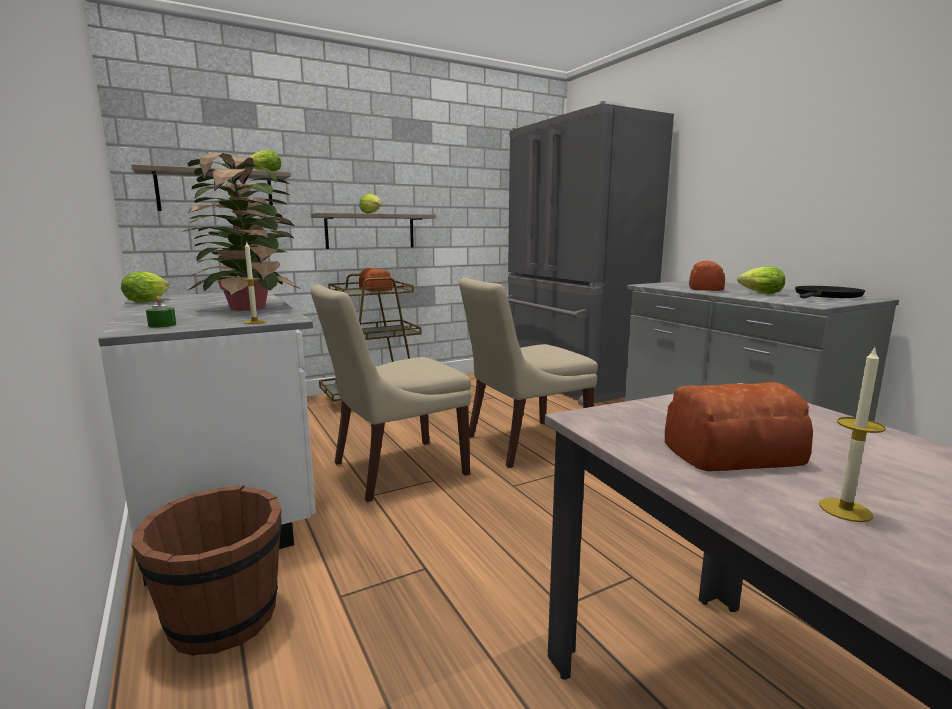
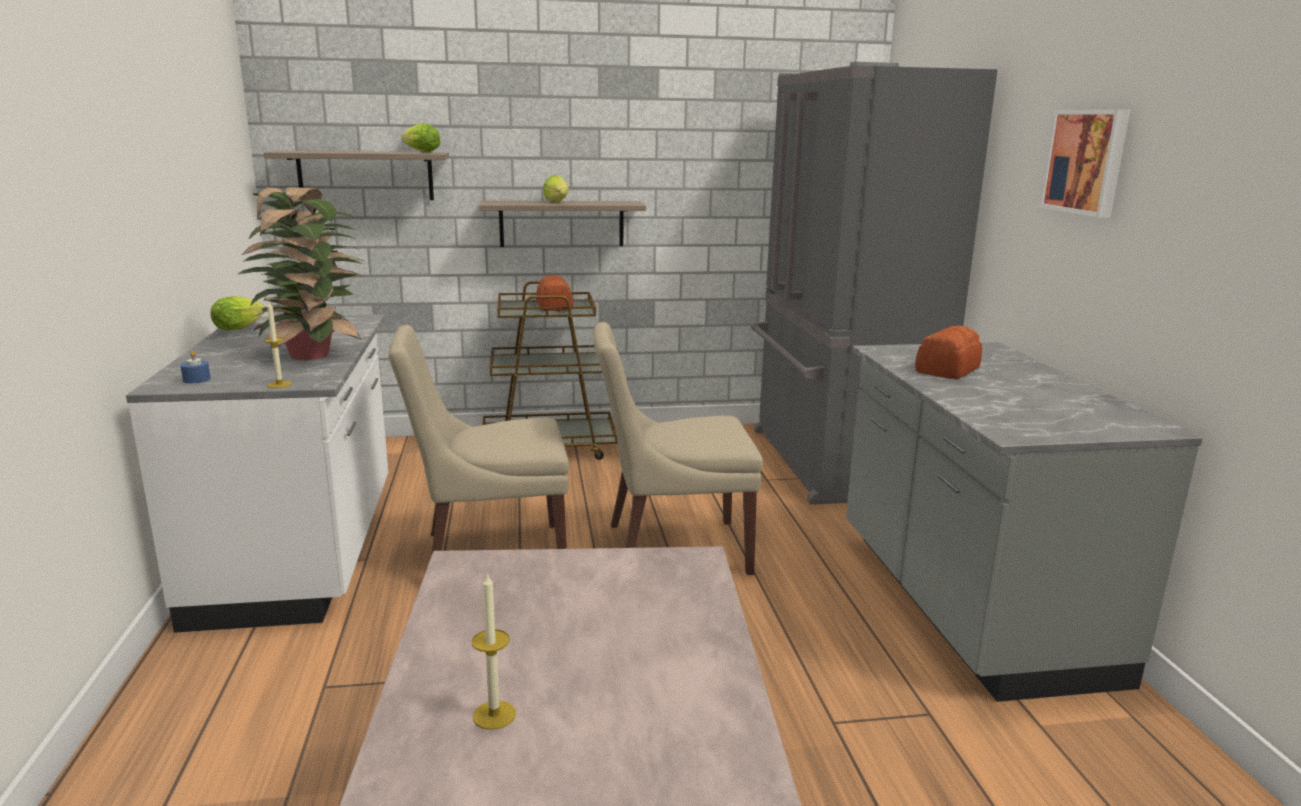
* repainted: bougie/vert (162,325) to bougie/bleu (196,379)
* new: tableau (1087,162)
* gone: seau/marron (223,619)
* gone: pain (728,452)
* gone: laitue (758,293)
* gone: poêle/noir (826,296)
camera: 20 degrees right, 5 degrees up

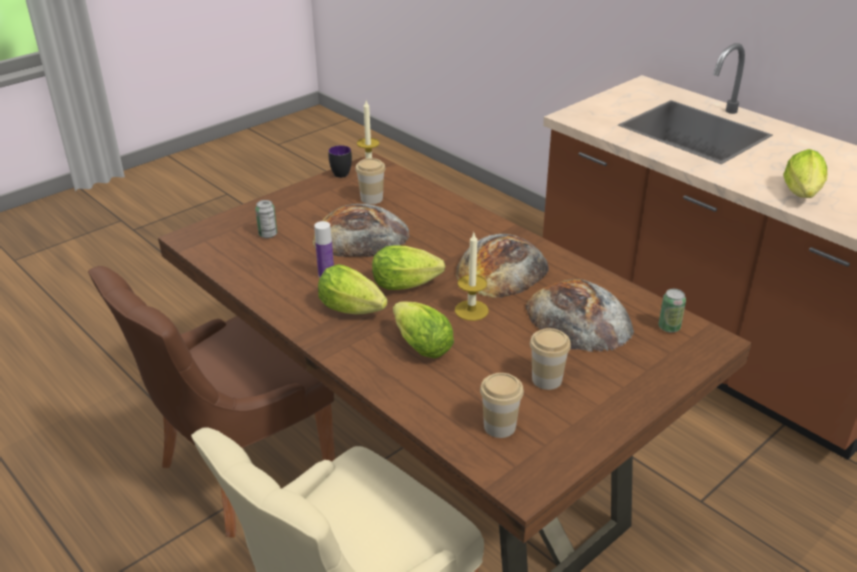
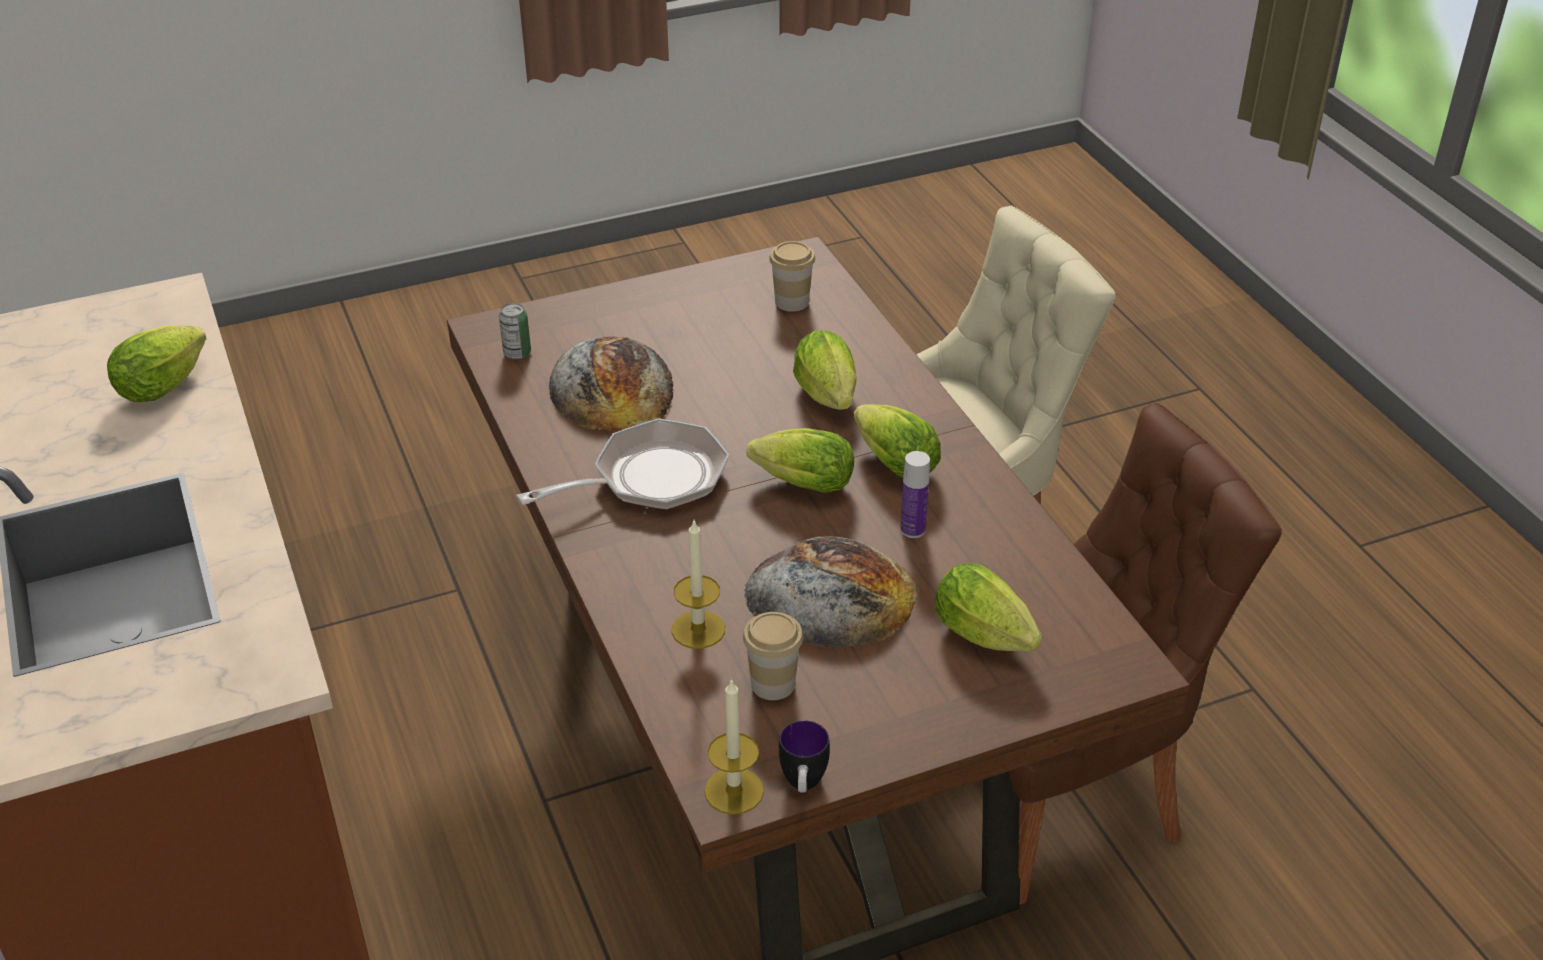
* swapped: pain (502,268) to poêle (650,479)
* shifted: bougie (471,310) to (698,629)
* swapped: boîte métallique (268,234) to laitue (988,639)
* gone: tasse (546,379)
camera: 160 degrees left, 5 degrees up

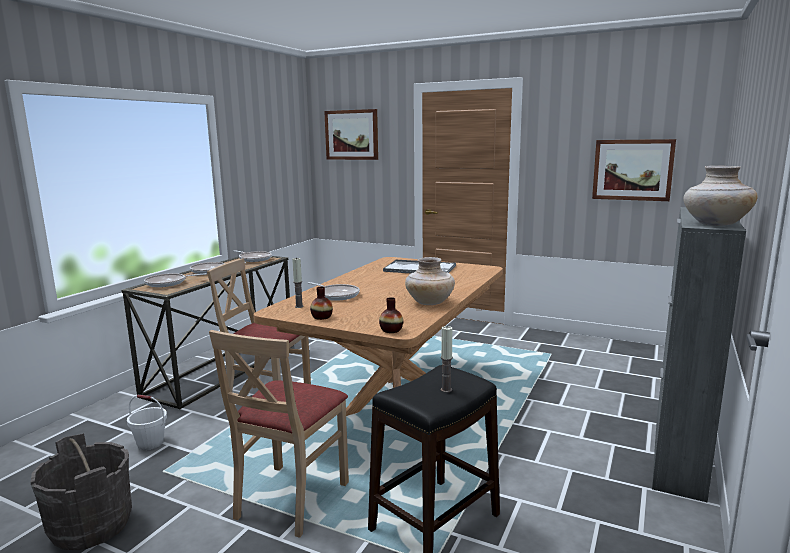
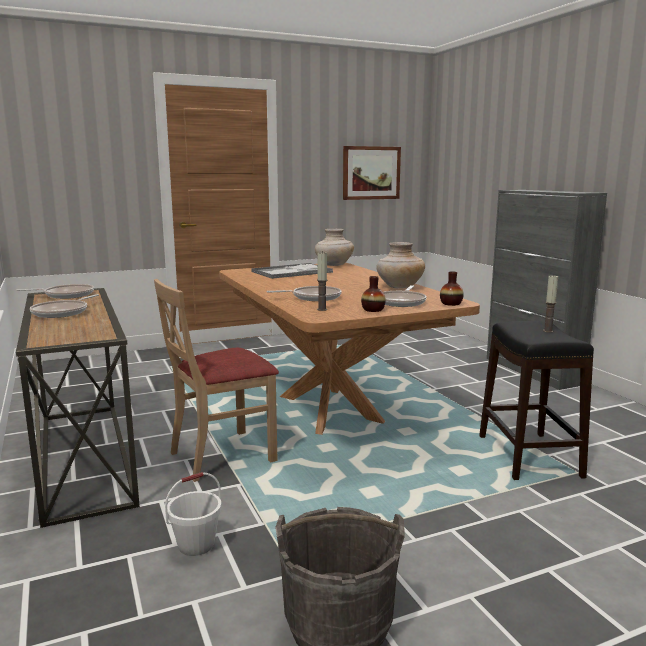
* shifted: vase/beige (715,224) to (333,265)
* shifted: poêle (168,283) to (402,302)
* gone: chaise/beige (290,499)
* gone: tableau (351,135)
camera: 50 degrees left, 0 degrees up

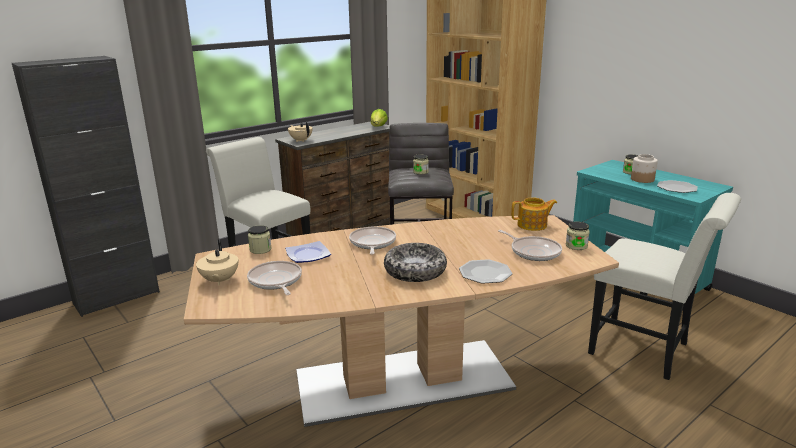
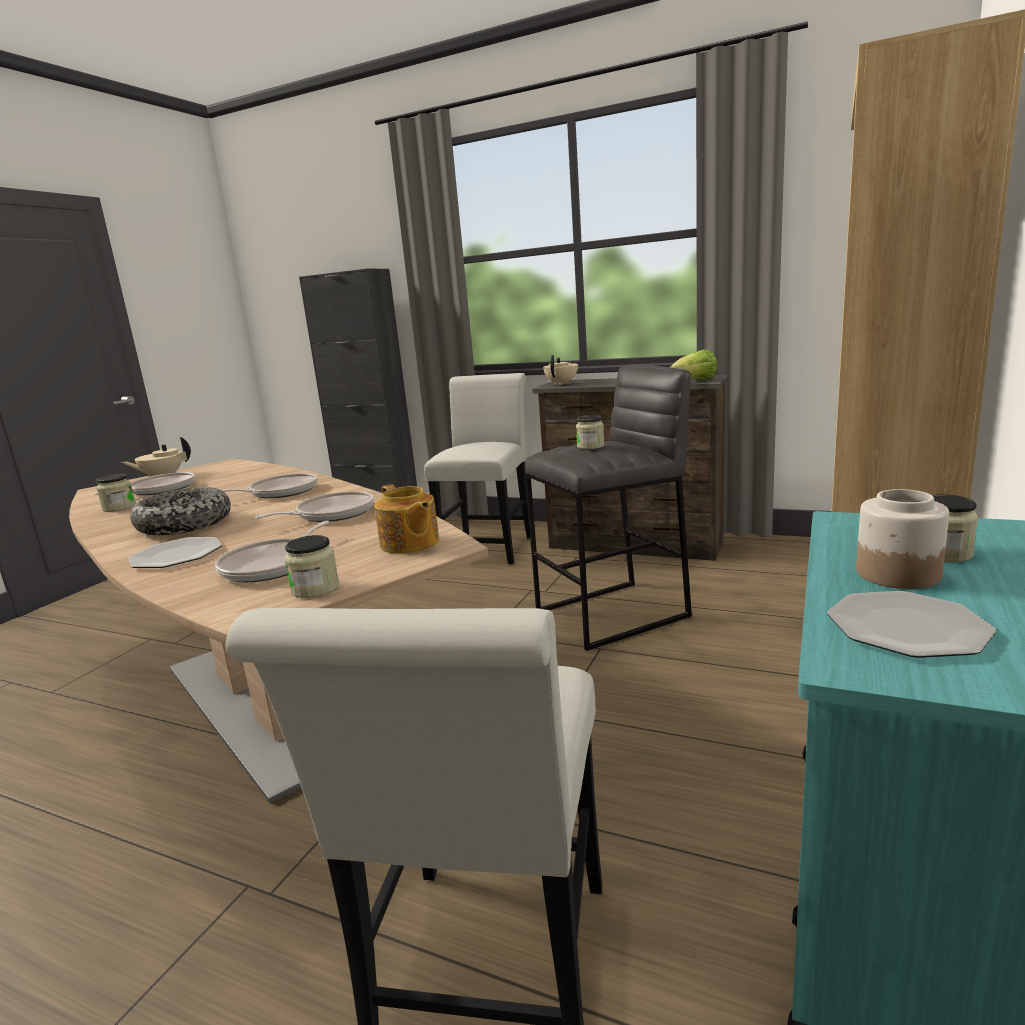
* shifted: bocal (260,249) to (119,507)
* new: poêle (331,514)
* gone: assiette (307,255)
camera: 65 degrees right, 5 degrees down

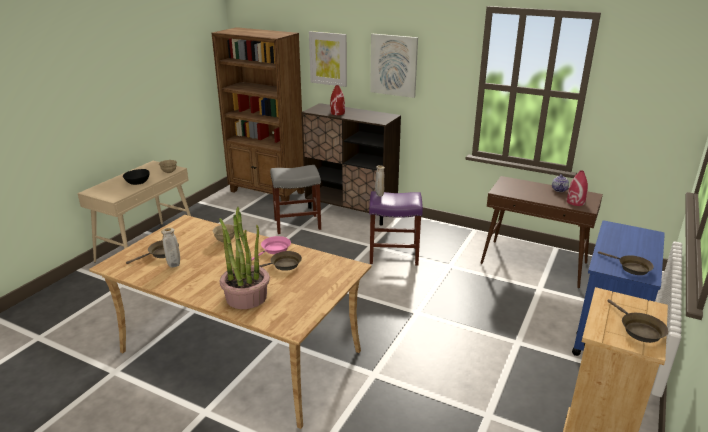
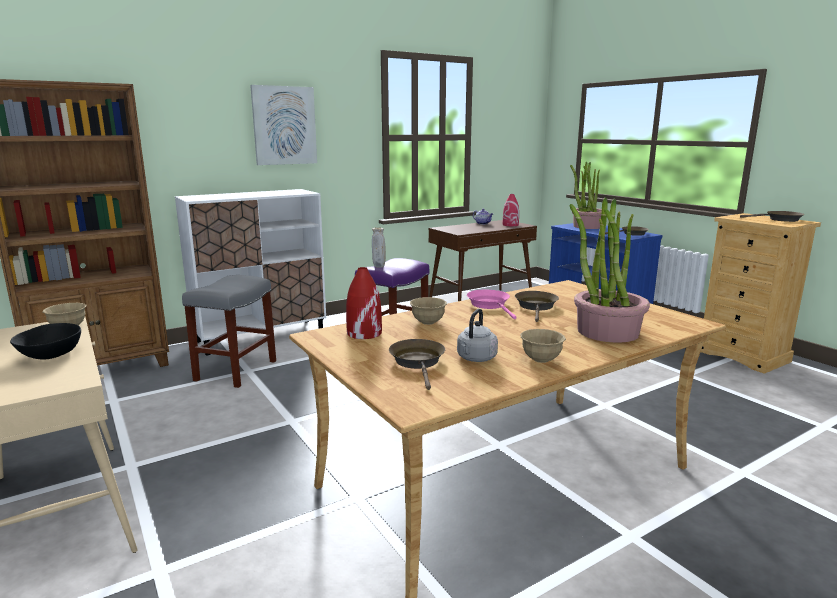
* repainted: meuble de rangement/marron (351,210) to meuble de rangement/blanc (261,336)
* shifted: vase/rouge (337,113) to (364,333)
* swapped: vase/beige (174,266) to bouilloire/gris (475,358)
* new: bol/beige (541,359)
* new: plante en pot (587,226)
* gone: tableau (328,58)
camera: 60 degrees left, 10 degrees down

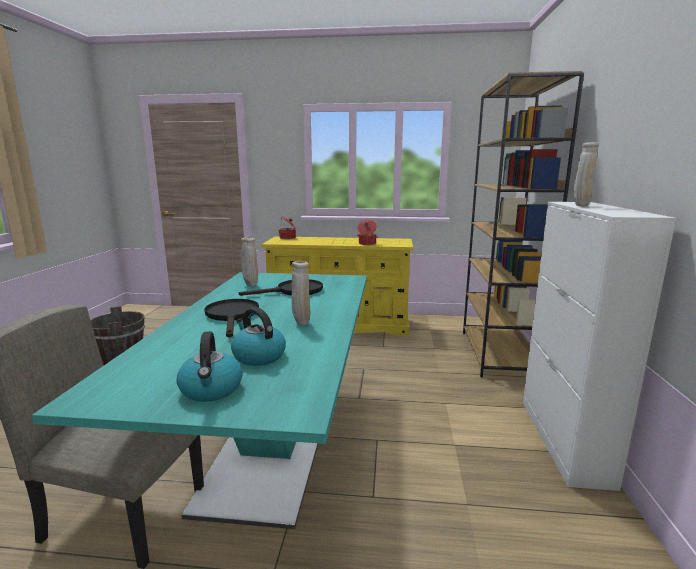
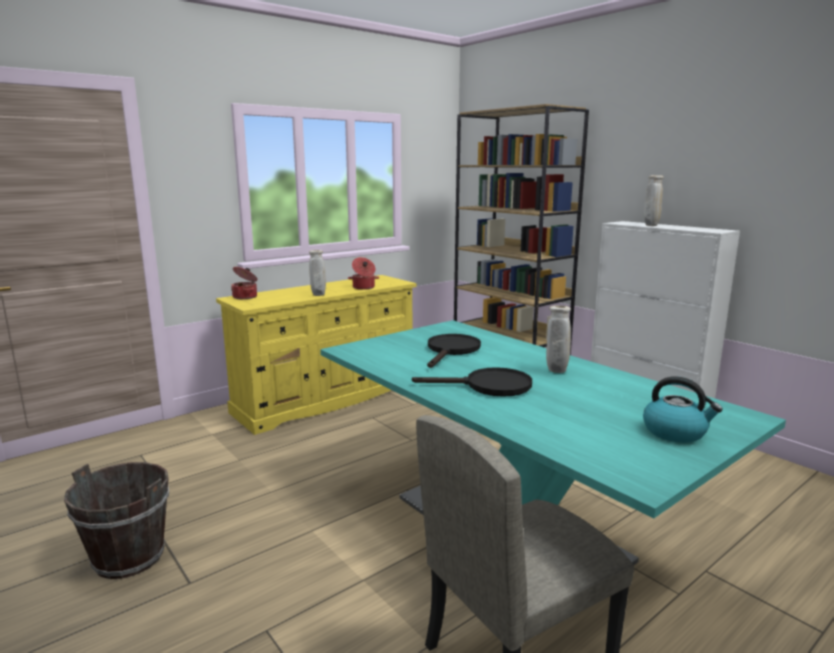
* shifted: vase/beige (250,285) to (318,295)
* rotated: poêle/noir (232,316) = (489,386) 150 degrees clockwise
* gone: bouilloire (258,356)
camera: 45 degrees left, 0 degrees up

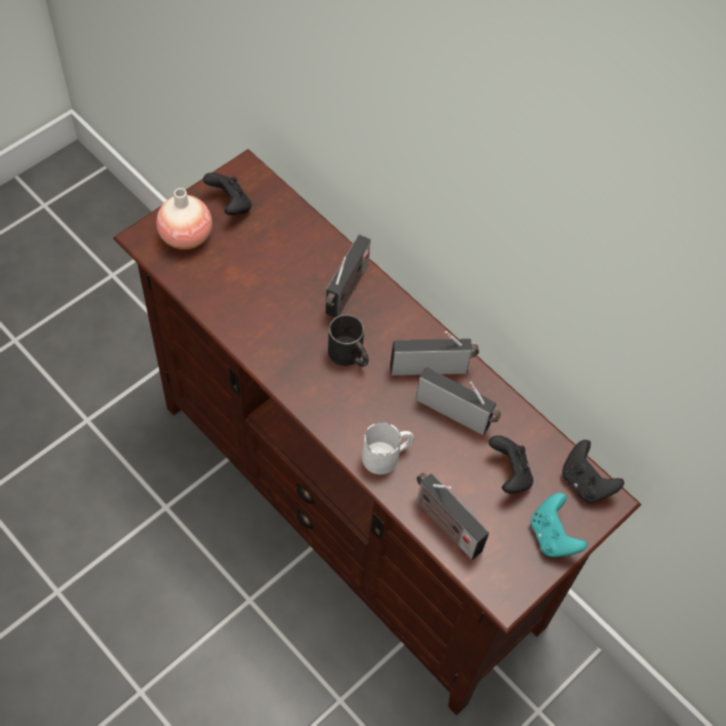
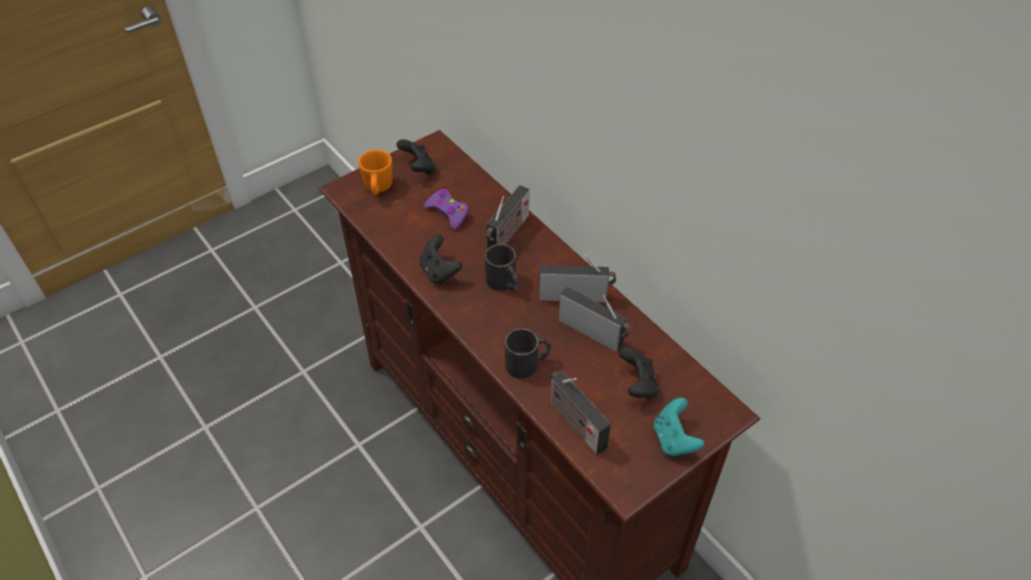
* swapped: vase (186,236) to mug/orange (378,189)
* shifted: manette/noir (585,482) to (439,271)
* new: manette/violet (448,213)
* repainted: mug/blanc (387,455) to mug/noir (528,363)
camera: 10 degrees right, 10 degrees down

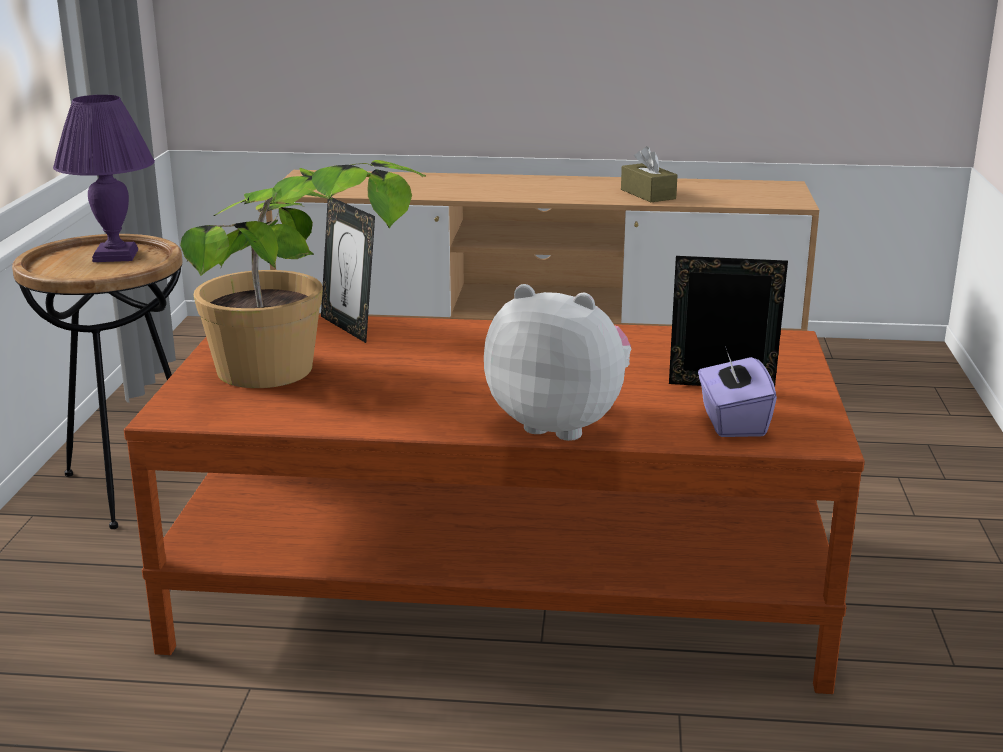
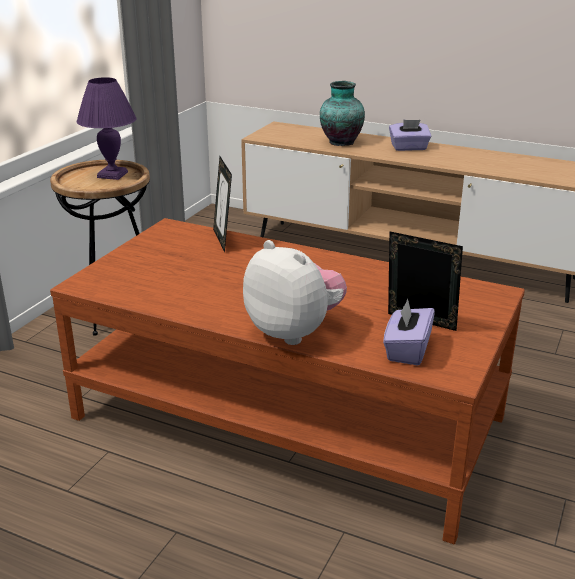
* new: vase (340,142)
* new: boîte à mouchoirs/violet (409,148)
* gone: plante en pot (299,383)
* gone: boîte à mouchoirs/marron (648,194)
camera: 20 degrees right, 5 degrees up

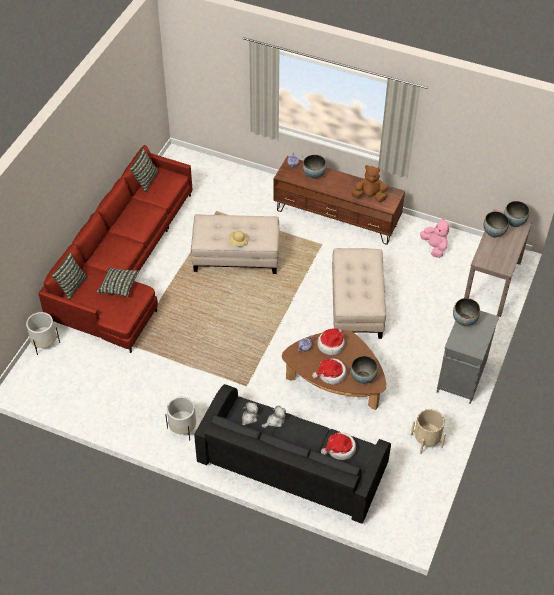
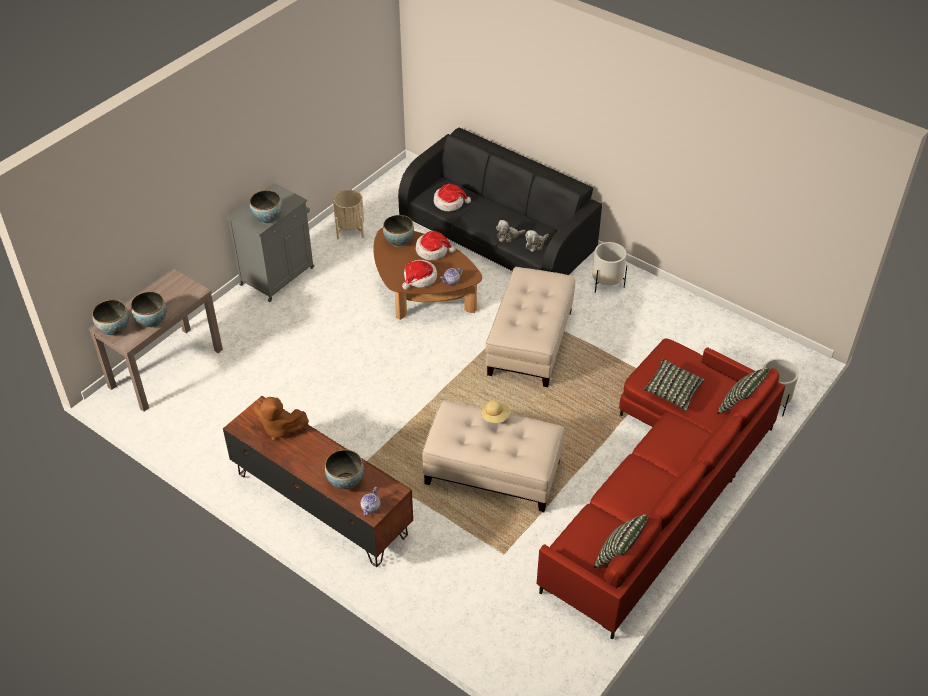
* shifted: pouf/beige (357,304) to (529,342)
* gone: peluche/rose (434,247)
camera: 165 degrees left, 5 degrees down

